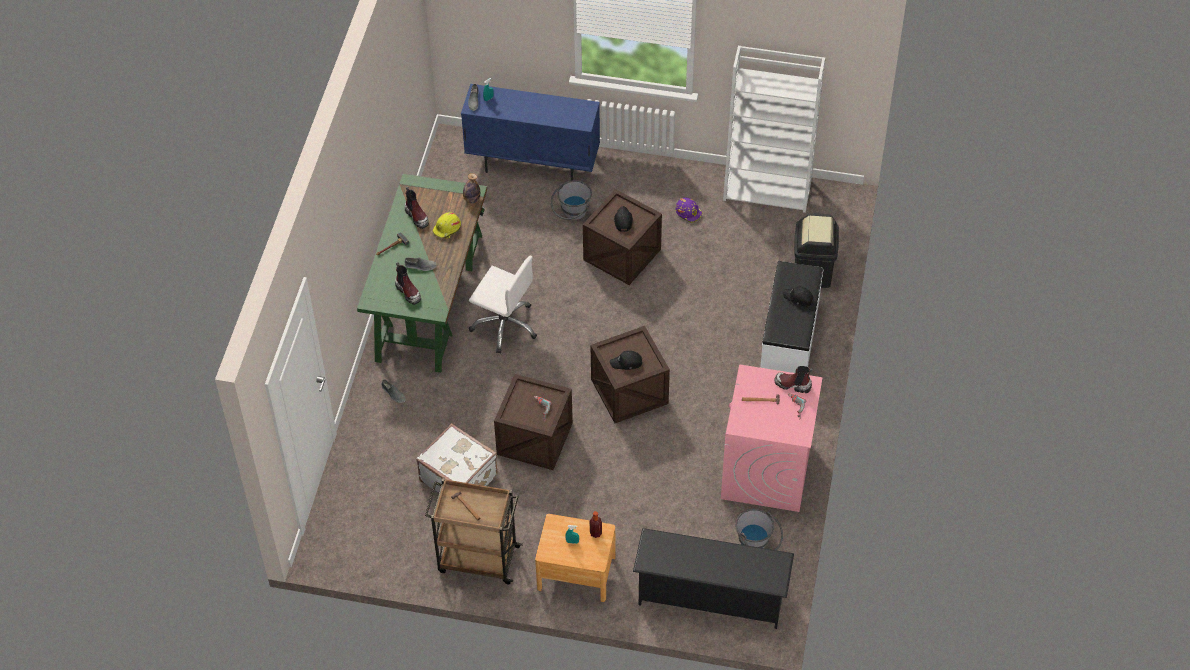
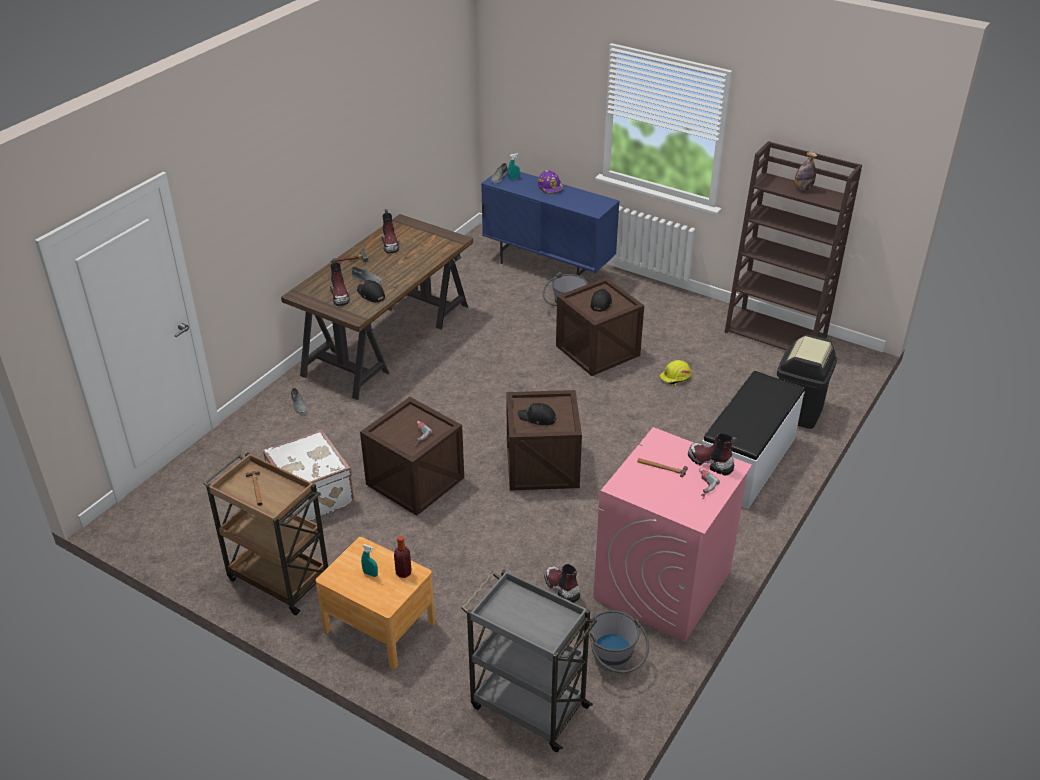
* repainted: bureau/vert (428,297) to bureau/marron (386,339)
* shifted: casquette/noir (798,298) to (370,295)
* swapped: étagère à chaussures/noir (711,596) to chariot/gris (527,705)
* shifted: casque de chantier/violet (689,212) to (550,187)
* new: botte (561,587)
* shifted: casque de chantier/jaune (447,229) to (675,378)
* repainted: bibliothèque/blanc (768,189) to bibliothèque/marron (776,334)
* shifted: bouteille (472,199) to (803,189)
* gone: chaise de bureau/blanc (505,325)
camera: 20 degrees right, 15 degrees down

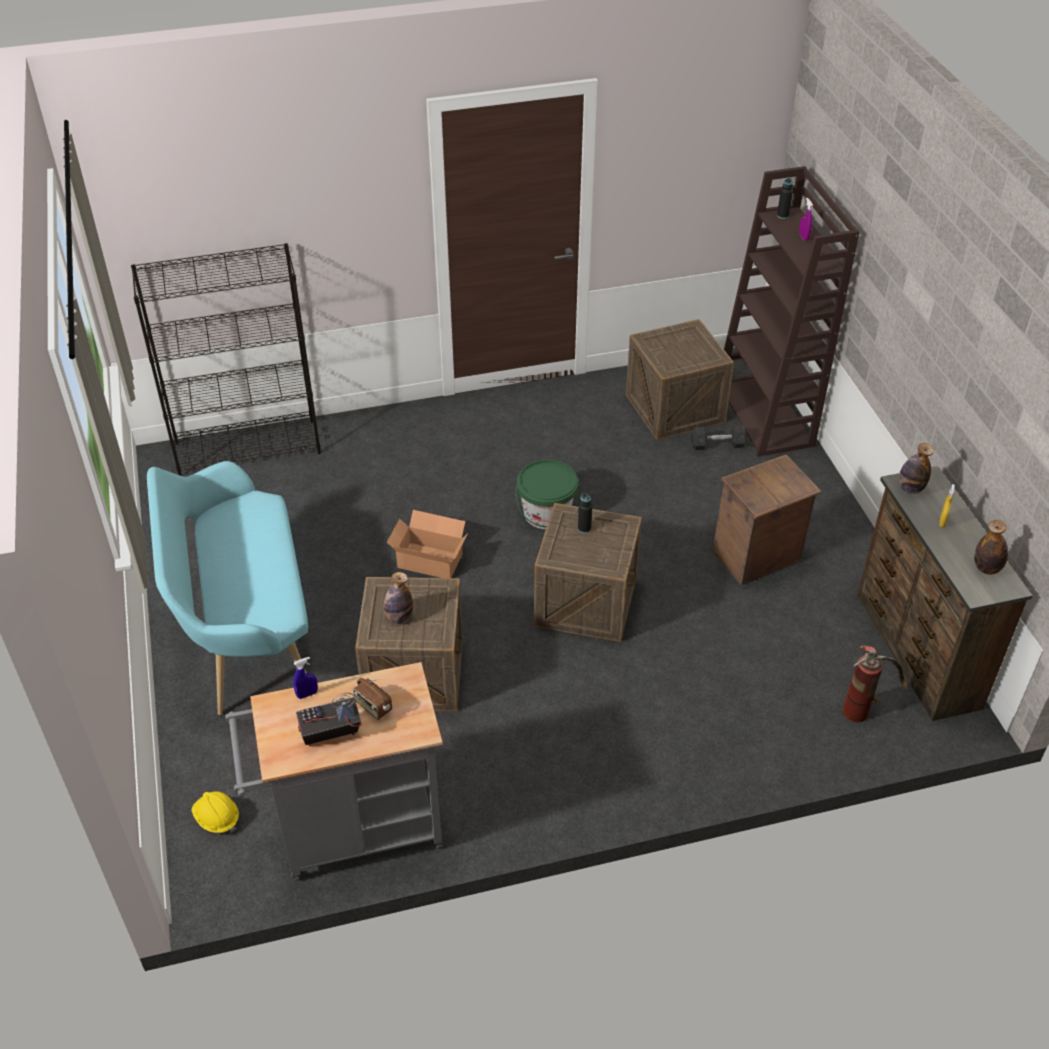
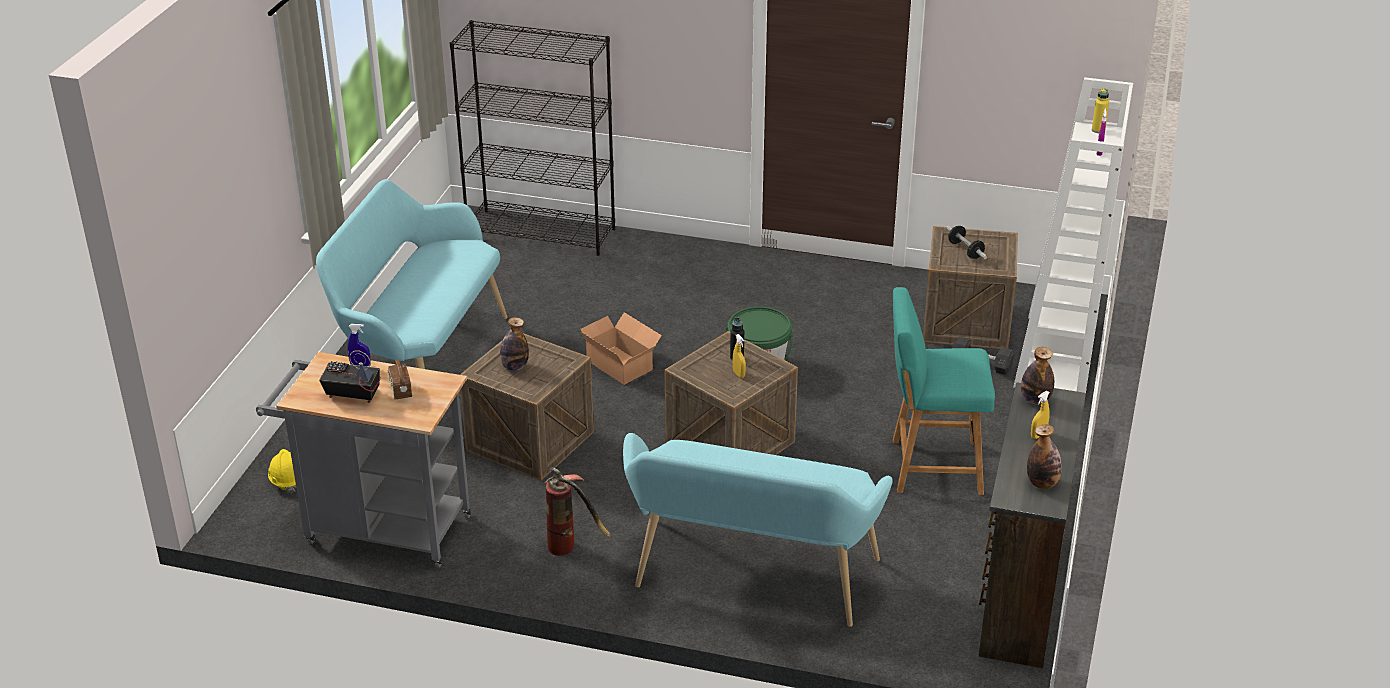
* shifted: extincteur (863,707) to (572,547)
* new: banc/turquoise (750,580)
* new: vaporisateur/jaune (739,374)
* swapped: caisse (757,557) to chaise/turquoise (931,466)
* new: haltère (965,250)
* repainted: bibliothèque/marron (765,415) to bibliothèque/blanc (1057,356)
* repainted: bouteille/noir (783,215) to bouteille/jaune (1098,130)
camera: 30 degrees right, 10 degrees down

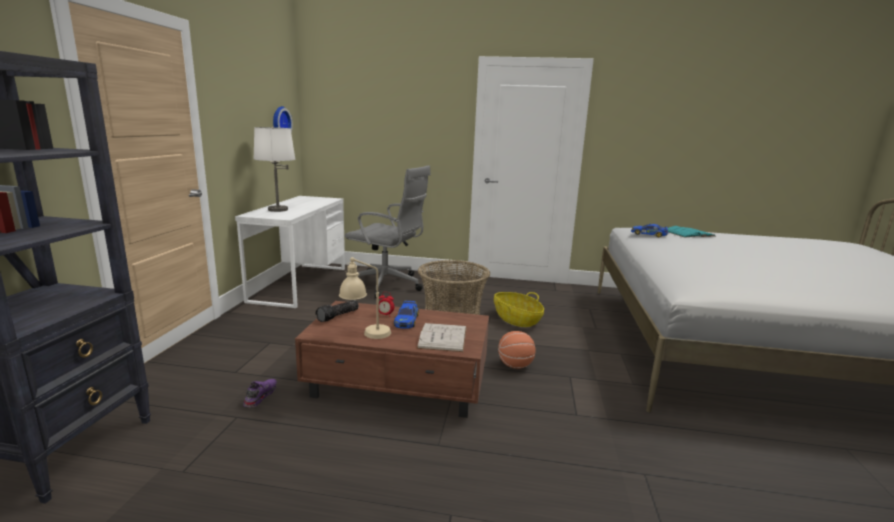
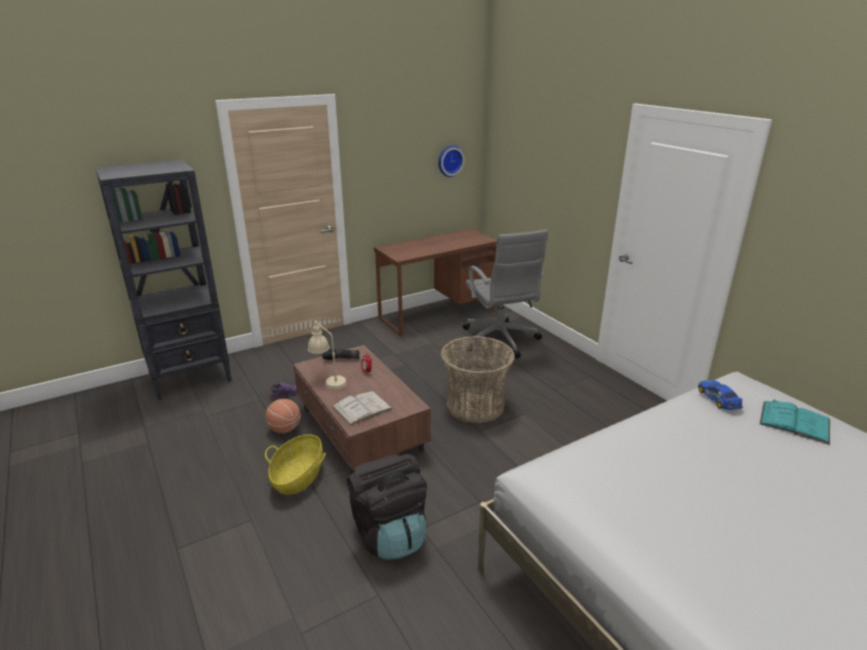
* shifted: ballon de basket (515,365) to (285,429)
* shifted: panier (516,319) to (298,477)
* new: sac à dos/noir (389,534)
* repainted: bureau/blanc (300,284) to bureau/marron (437,313)
* gone: lampe de table/blanc (278,210)
* gone: petite voiture (406,320)
camera: 50 degrees right, 10 degrees up

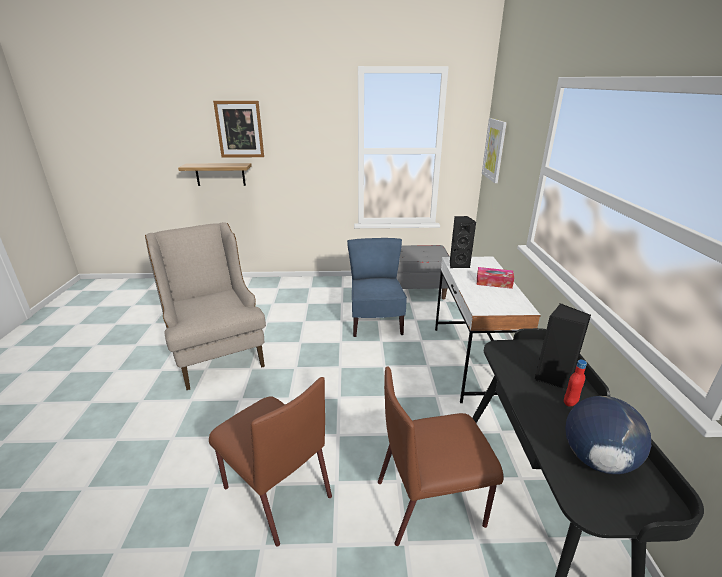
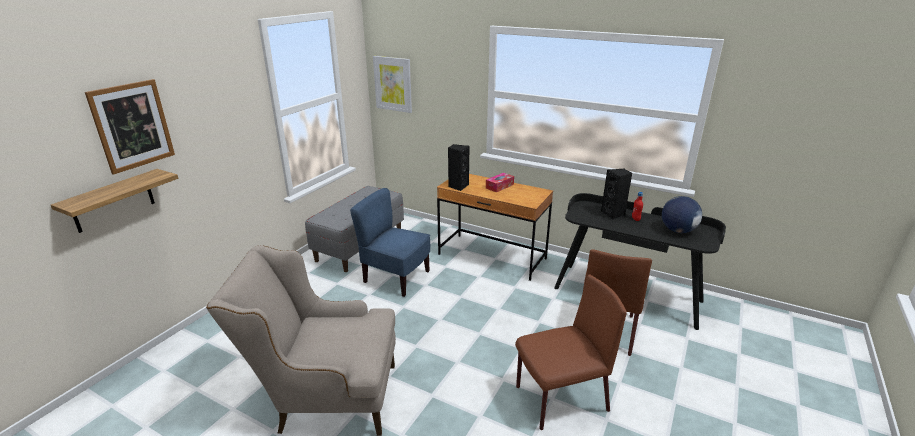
* repainted: bureau/blanc (472,361) to bureau/marron (492,257)
camera: 60 degrees left, 0 degrees up

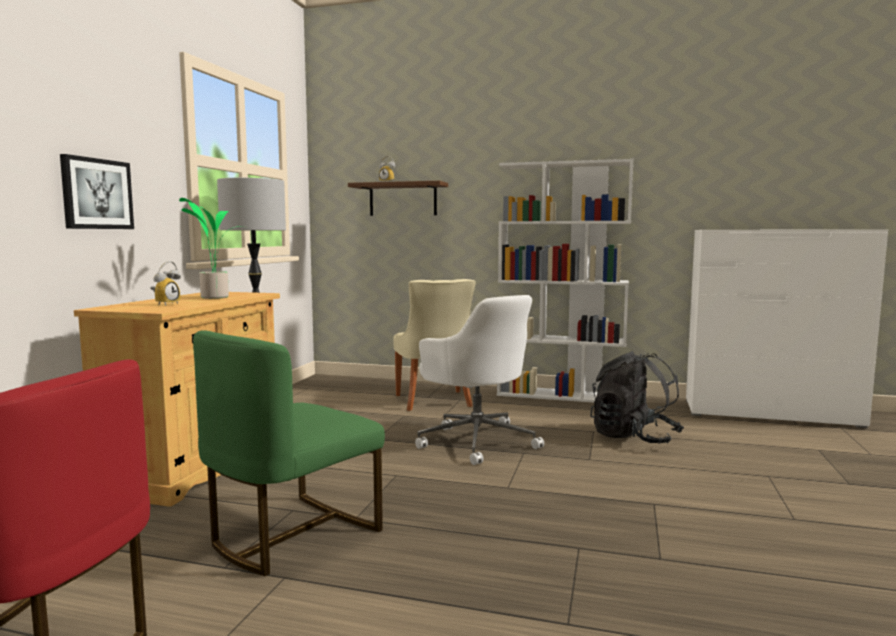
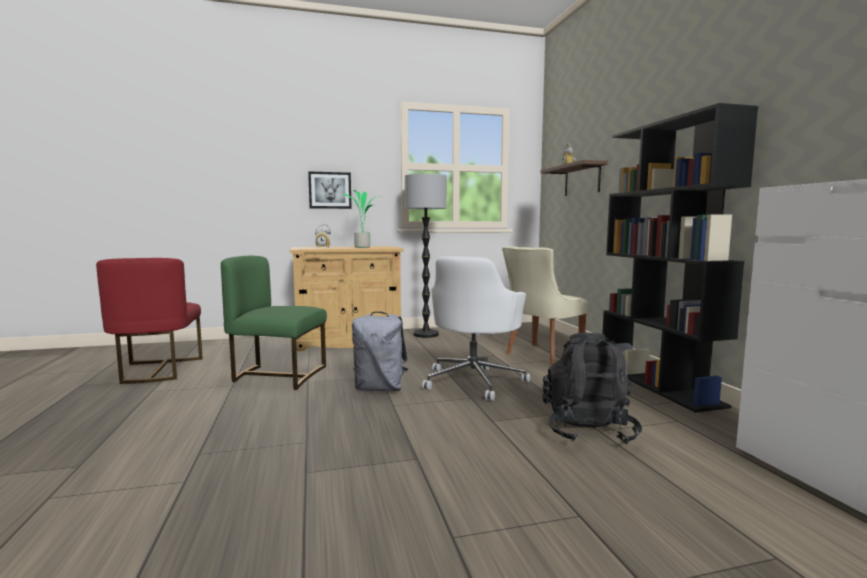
* new: sac à dos/gris (380,389)
* repainted: bibliothèque/blanc (561,395) to bibliothèque/noir (658,384)
camera: 60 degrees right, 0 degrees up

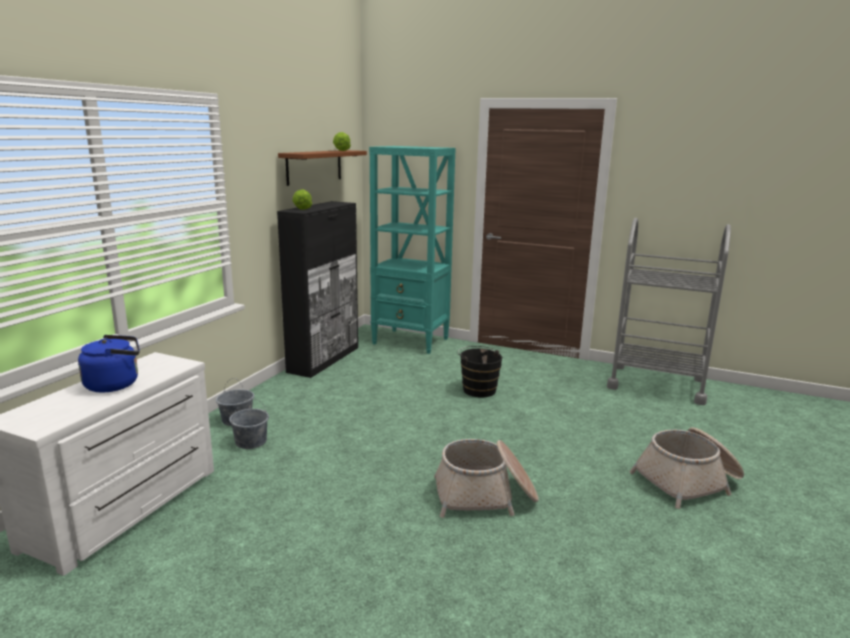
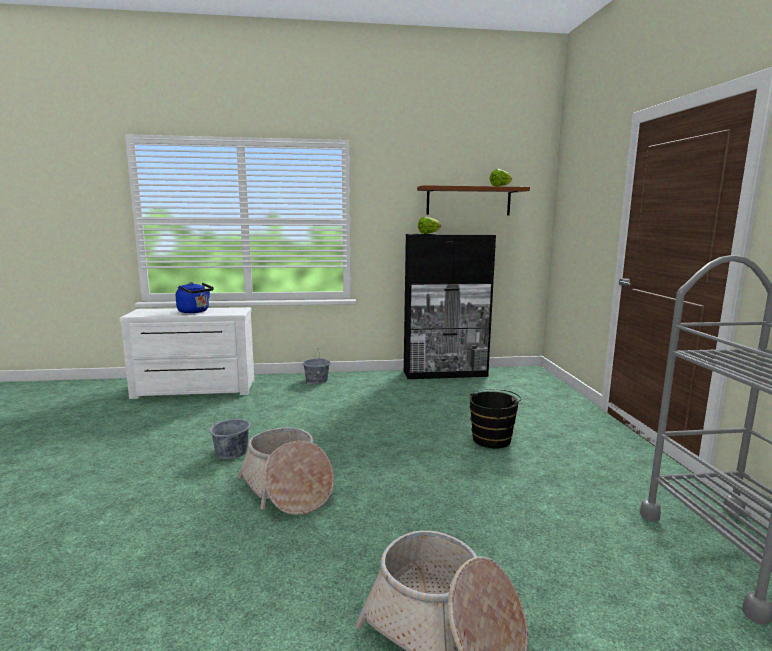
* shifted: seau/gris (251,441) to (232,452)
* gone: bibliothèque/turquoise (411,341)
camera: 60 degrees right, 5 degrees down

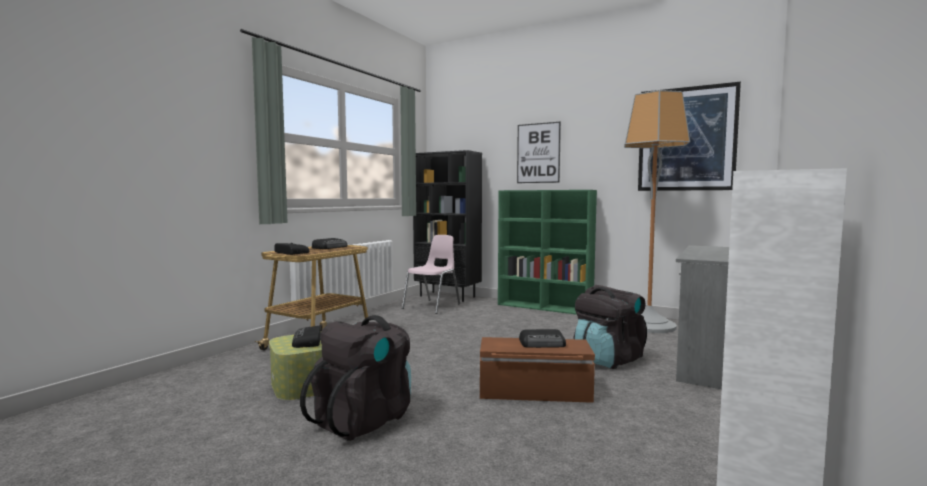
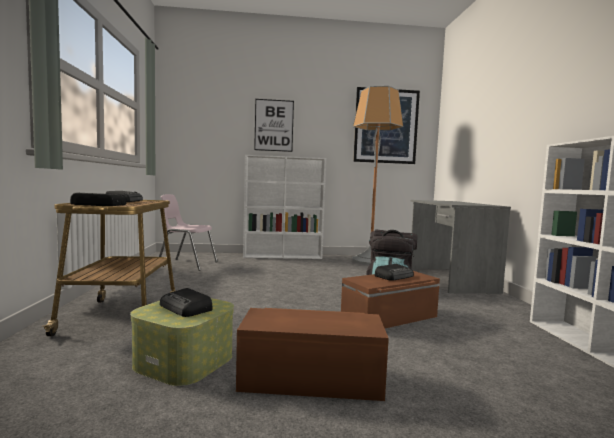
* rotated: chaise/rose (433,306) = (186,264) 75 degrees counterclockwise
* swapped: sac à dos/noir (364,419) to boîte de rangement/marron (310,378)
* repainted: bibliothèque/vert (545,307) to bibliothèque/blanc (283,256)
* gone: bibliothèque/noir (448,296)
camera: 35 degrees left, 0 degrees up

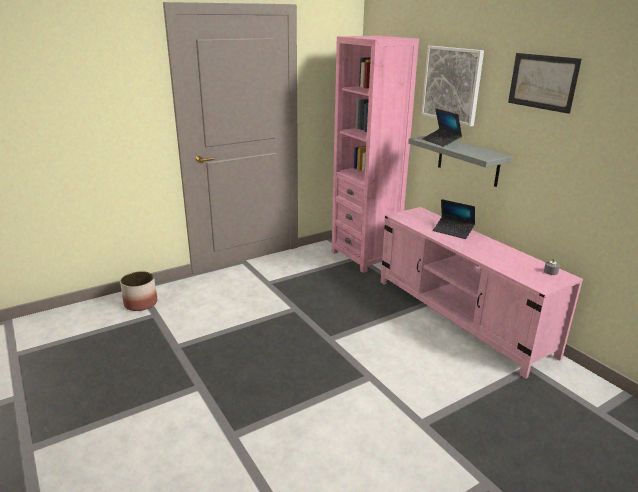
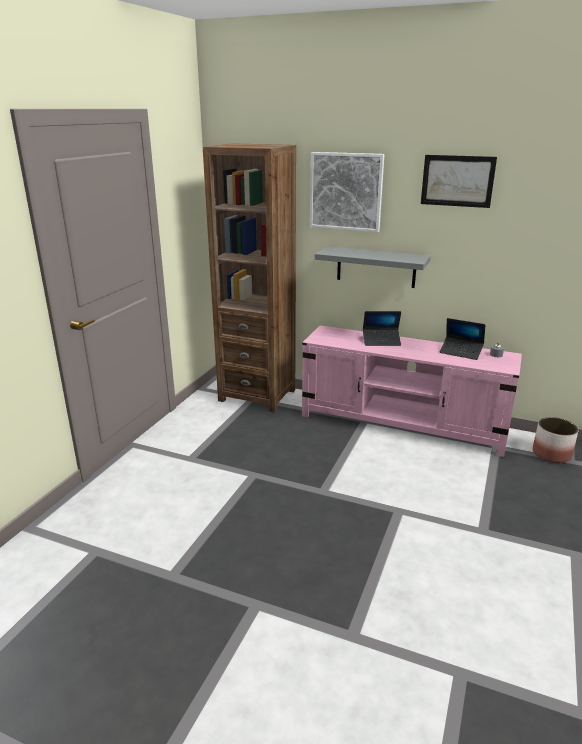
* repainted: bibliothèque/rose (365,256) to bibliothèque/marron (257,395)
* shifted: ordinateur portable (441,141) to (461,352)
* shifted: cache-pot (141,303) to (551,454)
camera: 35 degrees left, 0 degrees up

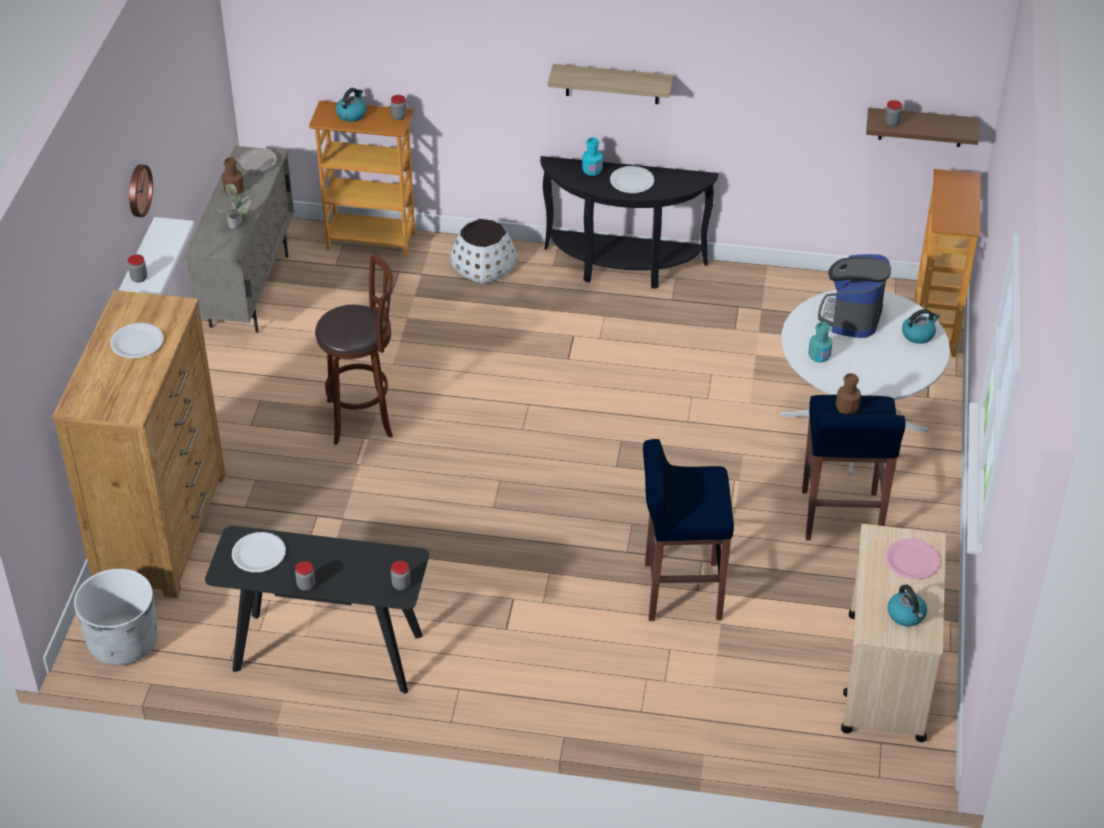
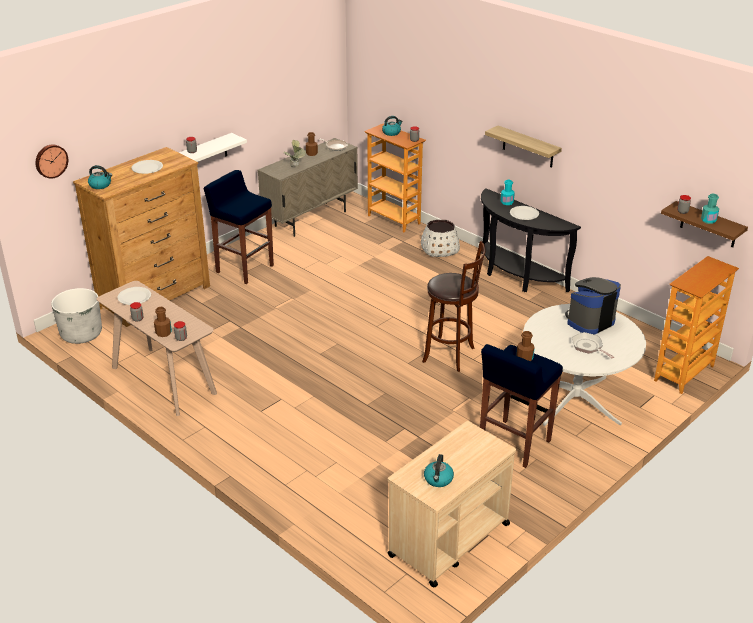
* shifted: horloge murale (138,190) to (50,160)
* shifted: bouilloire (918,334) to (100,185)
* repainted: table console/noir (327,653) to table console/beige (163,380)
* new: bouteille/marron (163,333)
* shifted: tabouret/bleu (681,591) to (244,269)
* shifted: tabouret/marron (364,417) to (451,355)
* new: poêle (588,347)
* shifted: bouteille/turquoise (819,356) to (708,220)
* gone: assiette/rose (912,560)
camera: 35 degrees right, 10 degrees down

